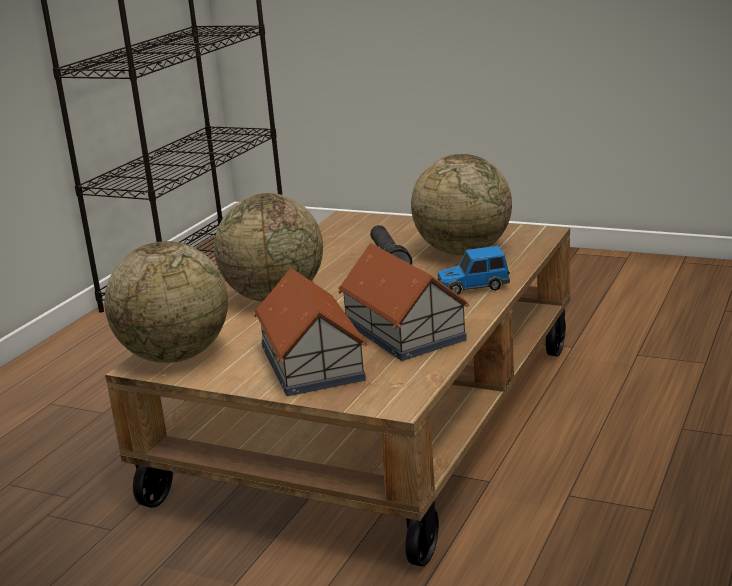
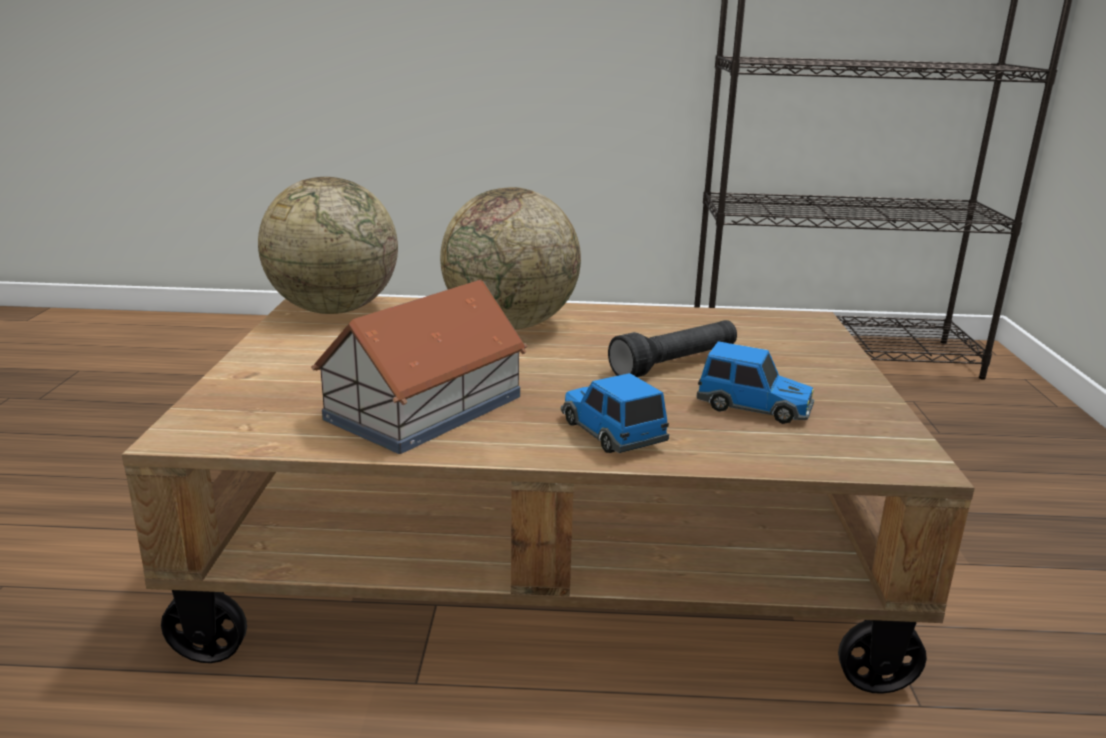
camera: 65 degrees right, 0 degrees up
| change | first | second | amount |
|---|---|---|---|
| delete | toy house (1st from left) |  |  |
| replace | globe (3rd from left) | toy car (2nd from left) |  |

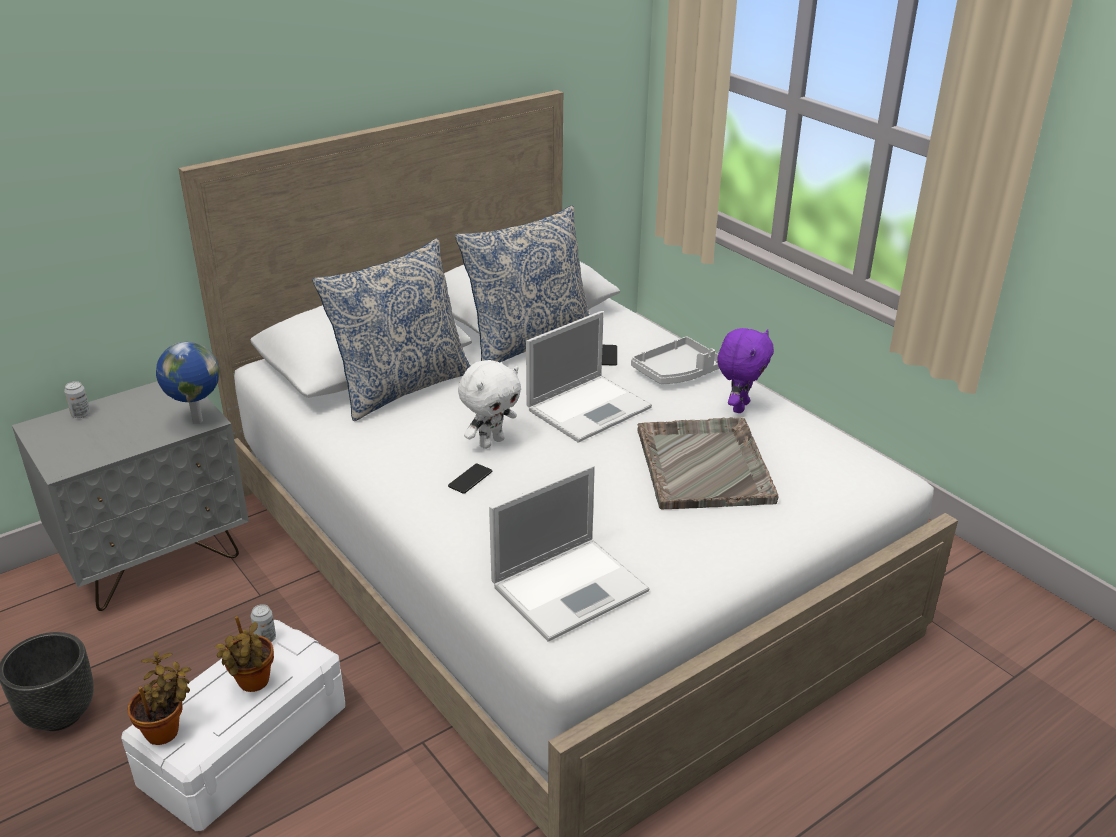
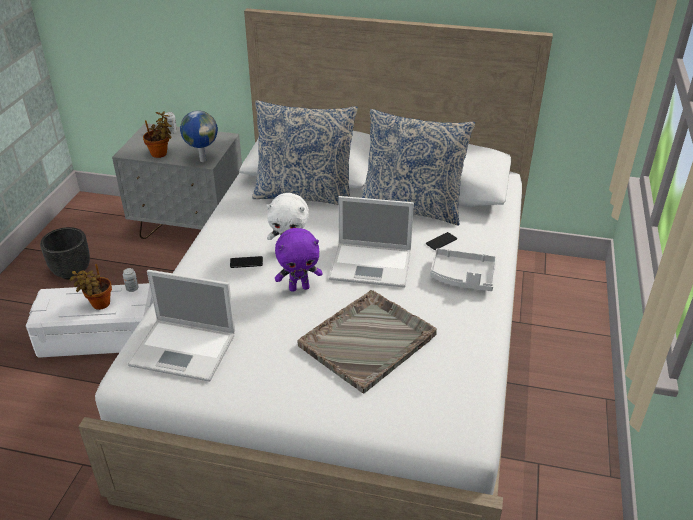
camera: 50 degrees right, 5 degrees up
| change | first | second | amount |
|---|---|---|---|
| move | potted plant (1st from left in the first image) | potted plant (2nd from left) |  |
| move | purple plush toy |  |  |

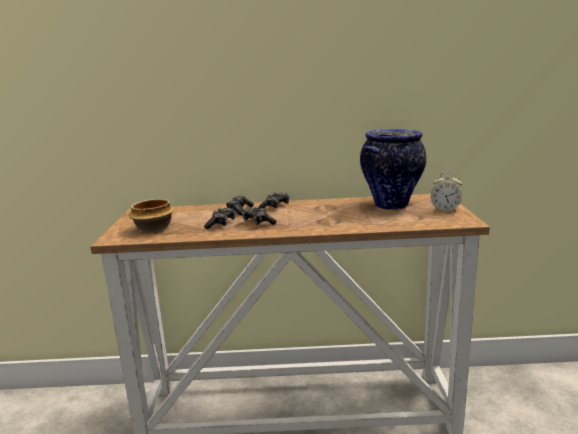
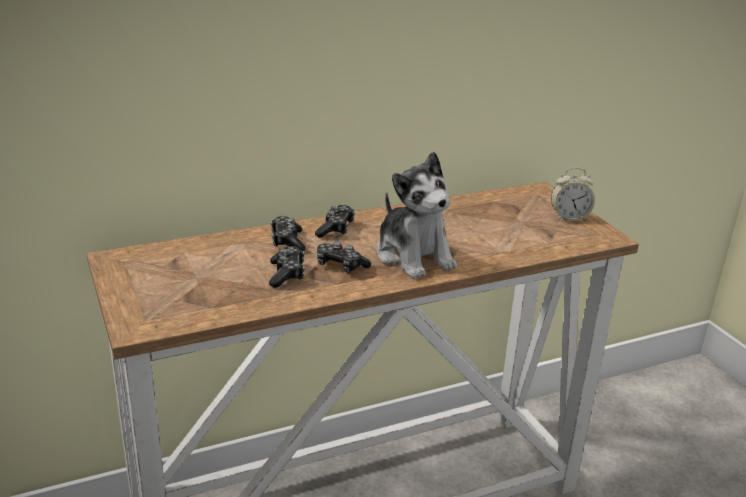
camera: 25 degrees left, 10 degrees up
| change | first | second | amount |
|---|---|---|---|
| delete | bowl |  |  |
| delete | vase |  |  |
| insert |  | plush toy |  |

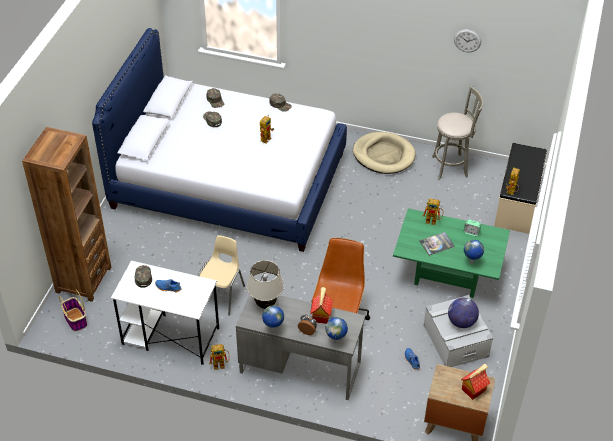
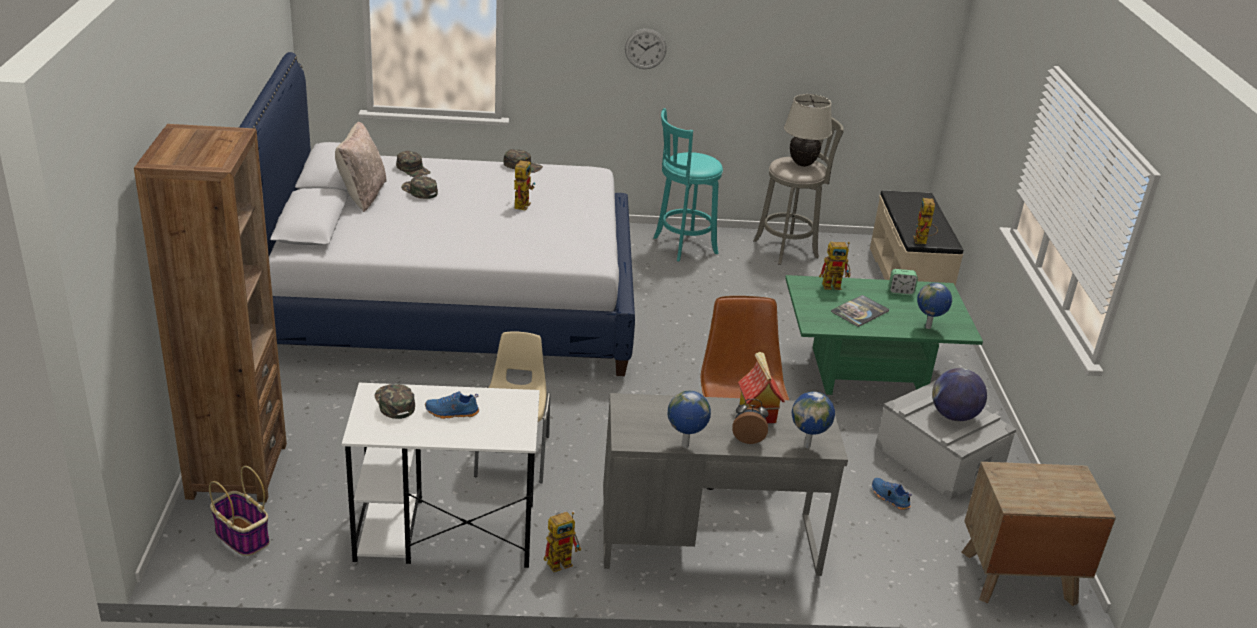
camera: 20 degrees left, 15 degrees down
| change | first | second | amount |
|---|---|---|---|
| delete | toy house (2nd from left) |  |  |
| insert |  | beige pillow |  |
| move | beige table lamp |  |  |
| move | wall clock |  |  |
| replace | beige dog bed | turquoise stool |  |

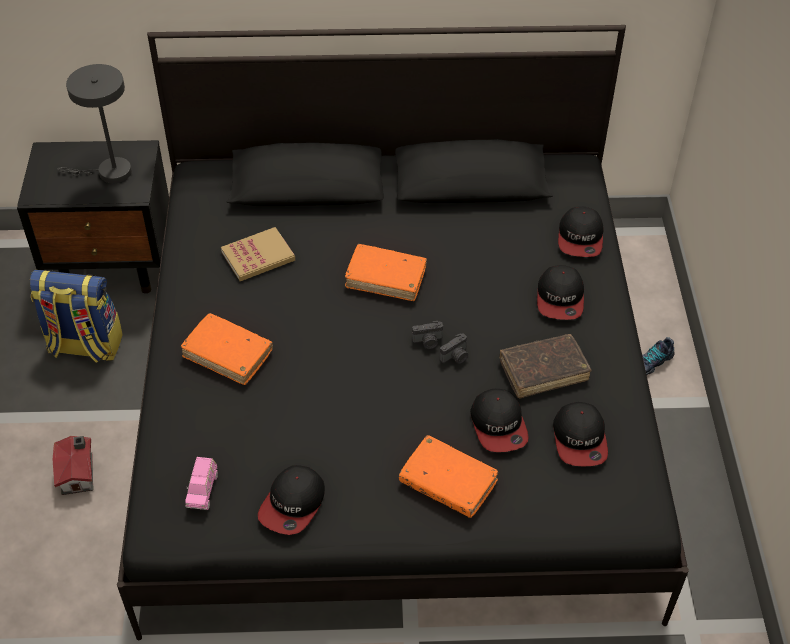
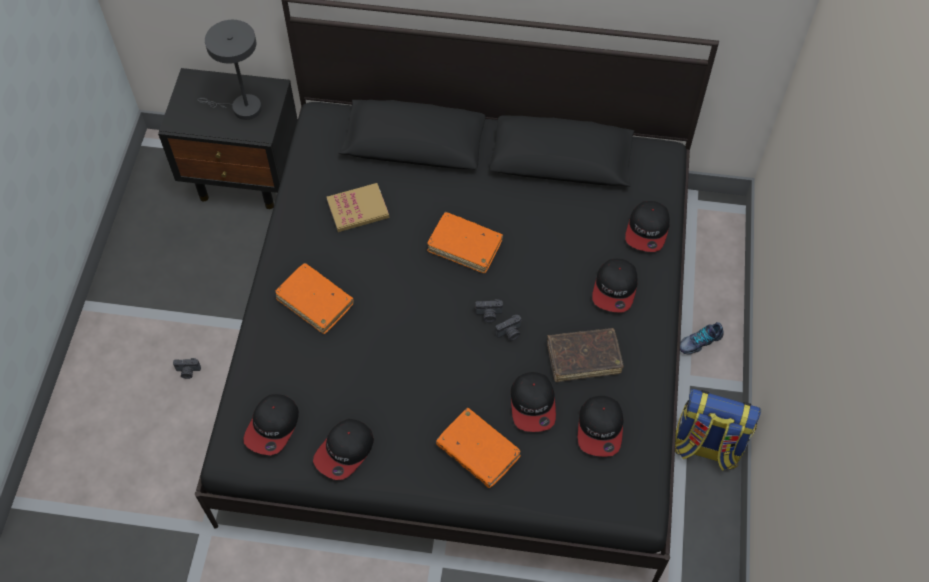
camera: 10 degrees right, 10 degrees up
| change | first | second | amount |
|---|---|---|---|
| move | backpack |  |  |
| replace | toy house | photo camera (1st from left) |  |
| replace | pink toy car | cap (1st from left) |  |

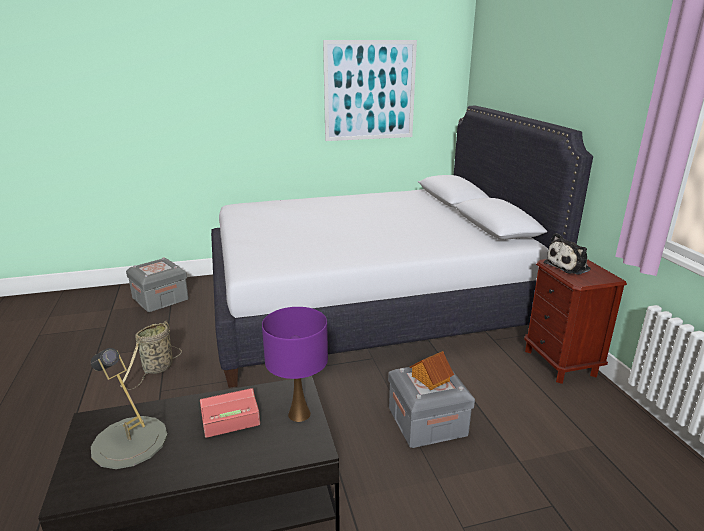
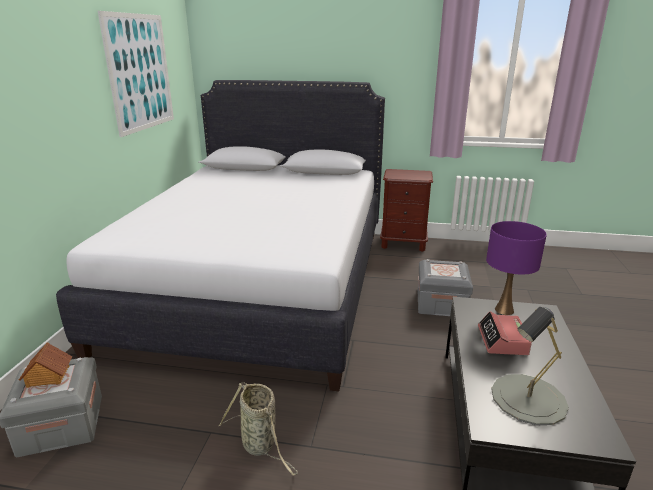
camera: 65 degrees left, 0 degrees up
| change | first | second | amount |
|---|---|---|---|
| delete | plush toy |  |  |
| move | toy house |  |  |

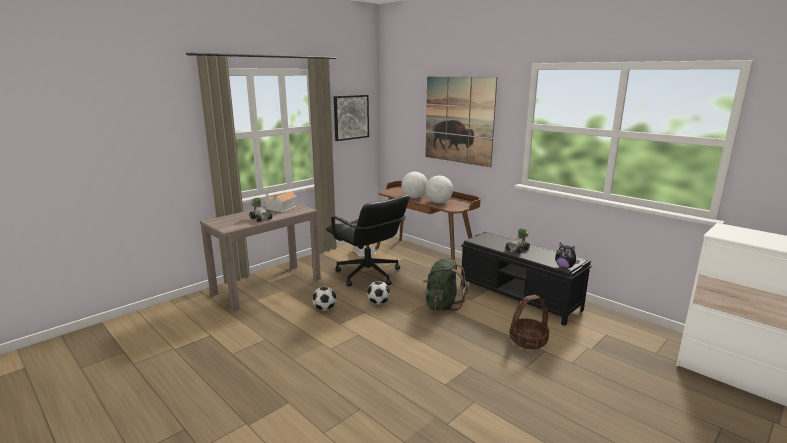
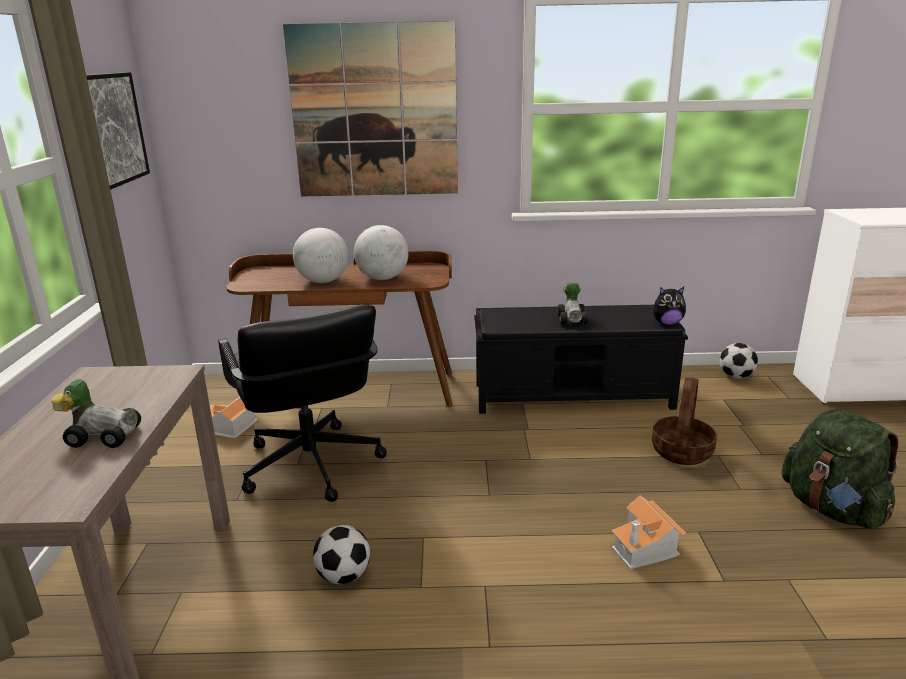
camera: 45 degrees left, 5 degrees up
| change | first | second | amount |
|---|---|---|---|
| move | toy house (1st from left in the first image) | toy house (2nd from left) |  |
| move | football (2nd from left) |  |  |
| move | green backpack |  |  |
| rotate | black office chair |  | 60 degrees clockwise |

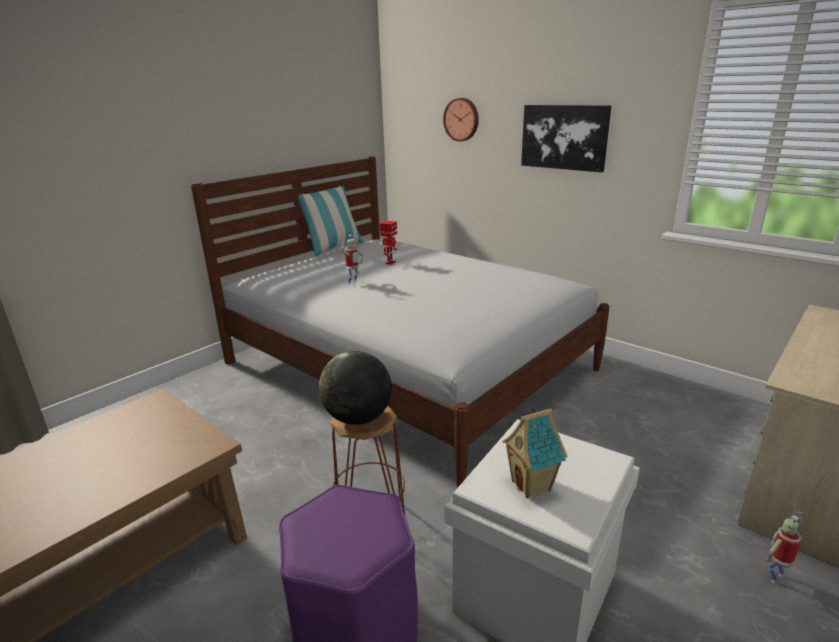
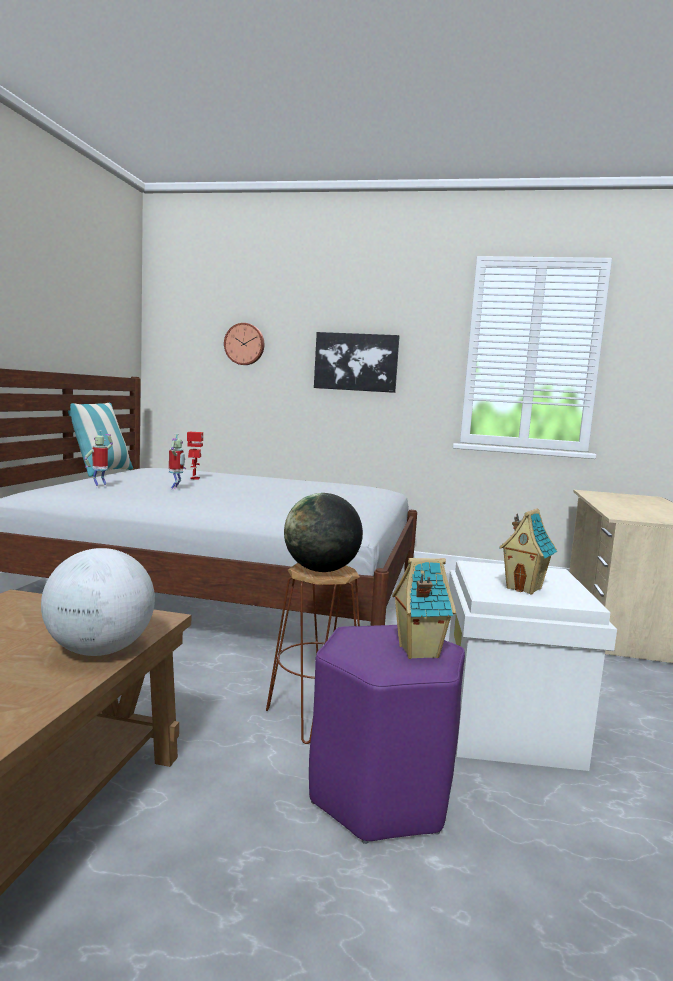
camera: 30 degrees left, 15 degrees down
| change | first | second | amount |
|---|---|---|---|
| insert |  | globe (1st from left) |  |
| insert |  | toy house (1st from left) |  |
| move | toy robot (3rd from left in the first image) | toy robot (1st from left) |  |

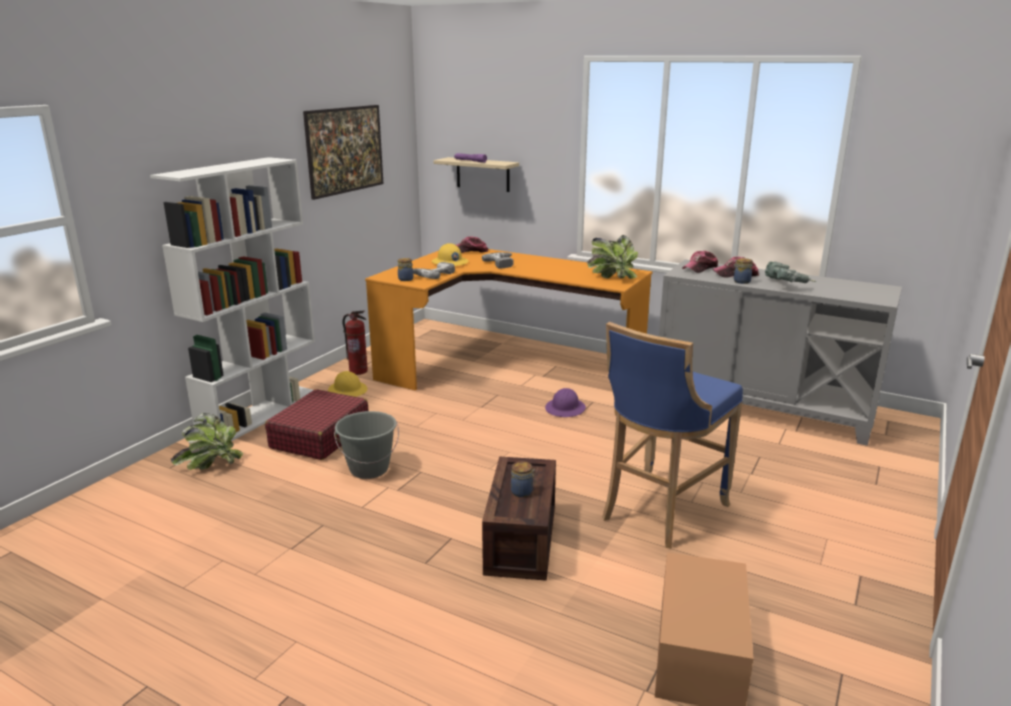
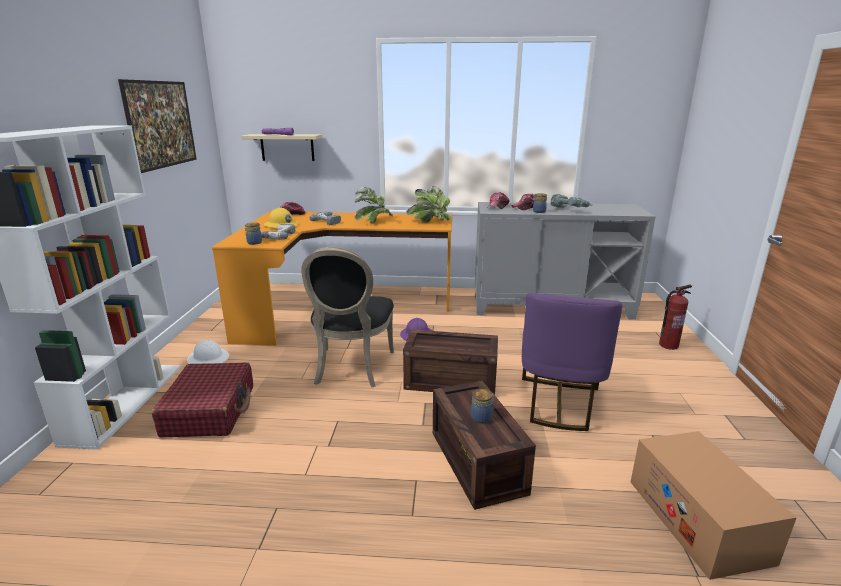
camera: 25 degrees left, 0 degrees up
| change | first | second | amount |
|---|---|---|---|
| delete | grey bucket |  |  |
| insert |  | black chair |  |
| insert |  | crate (1st from left) |  |
| move | potted plant (1st from left) |  |  |
| move | fire extinguisher |  |  |
| replace | blue stool | purple chair |  |
| recolor | yellow hard hat (1st from left) | white hard hat |  |

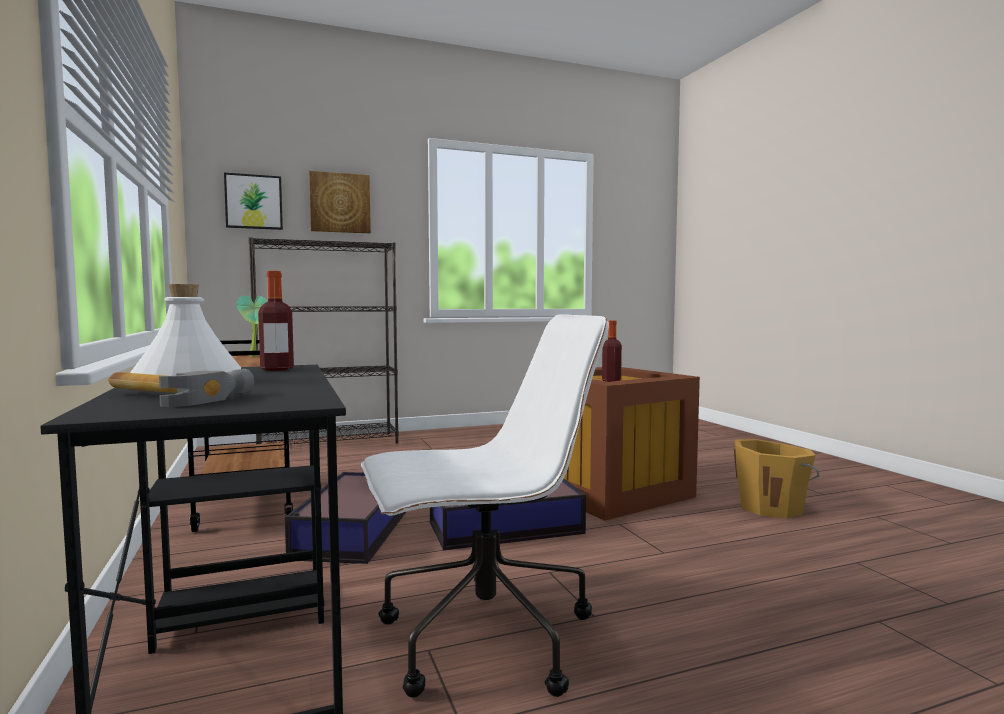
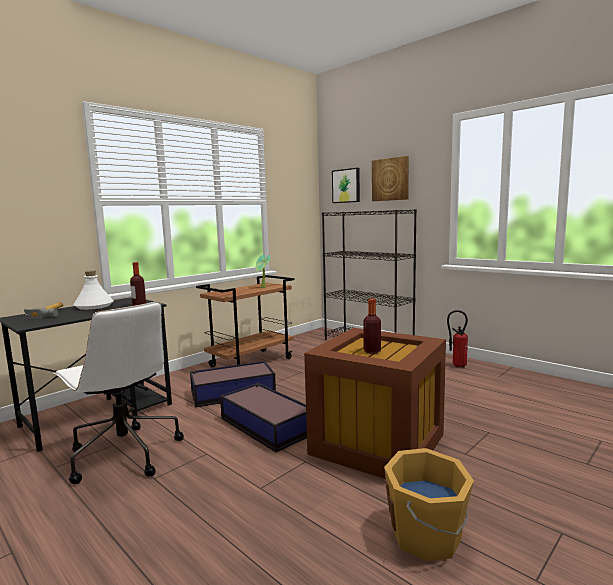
camera: 65 degrees right, 5 degrees up
| change | first | second | amount |
|---|---|---|---|
| insert |  | fire extinguisher |  |

